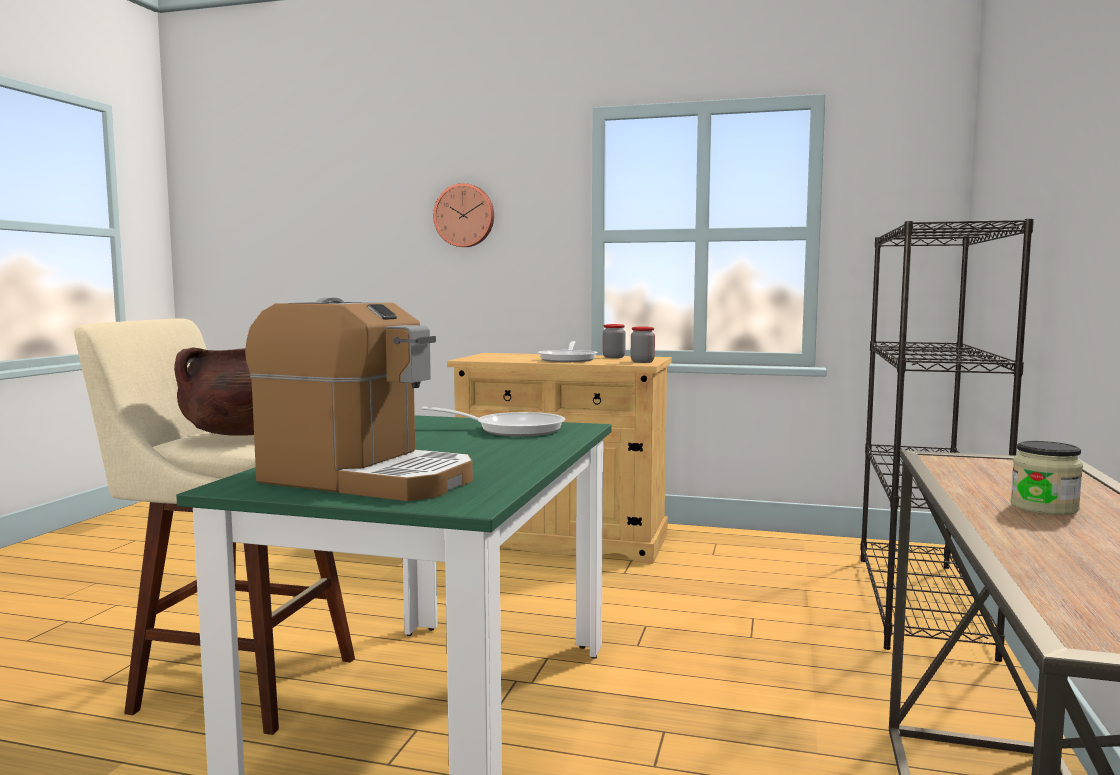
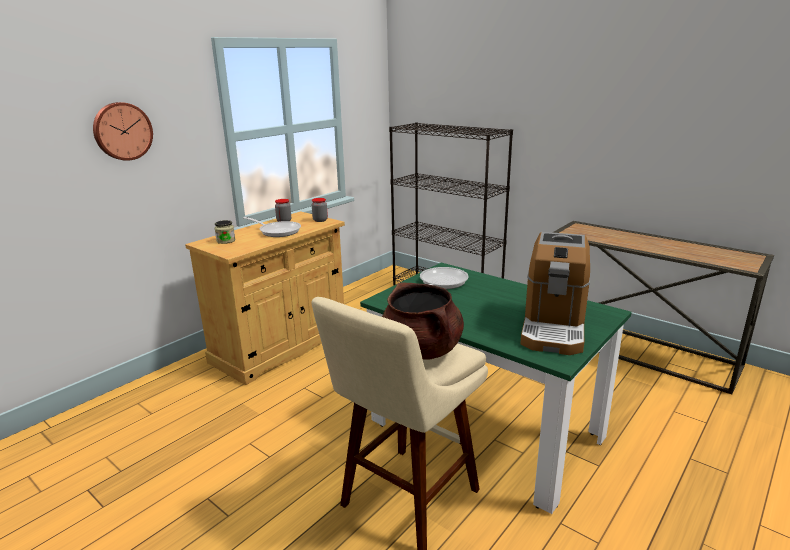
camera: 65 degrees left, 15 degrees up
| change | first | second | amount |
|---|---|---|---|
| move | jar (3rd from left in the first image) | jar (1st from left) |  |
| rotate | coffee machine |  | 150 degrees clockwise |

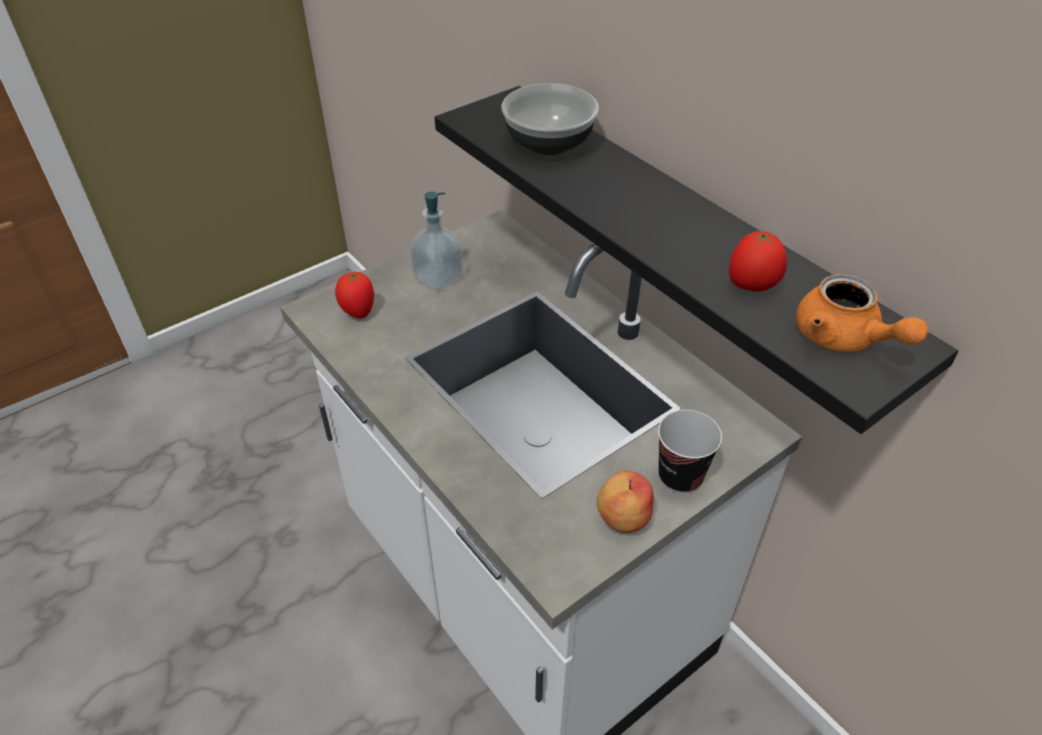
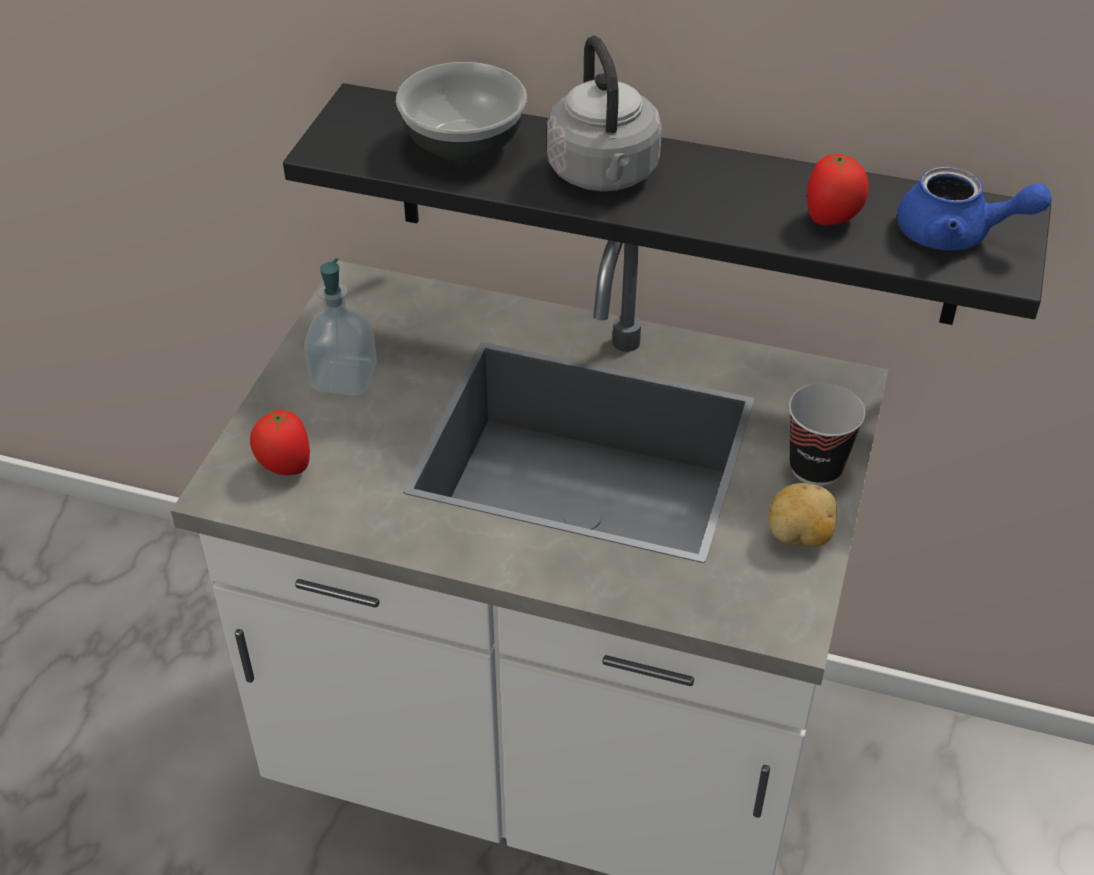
camera: 35 degrees left, 0 degrees up
| change | first | second | amount |
|---|---|---|---|
| insert |  | grey kettle |  |
| replace | apple | potato |  |
| recolor | orange teapot | blue teapot |  |

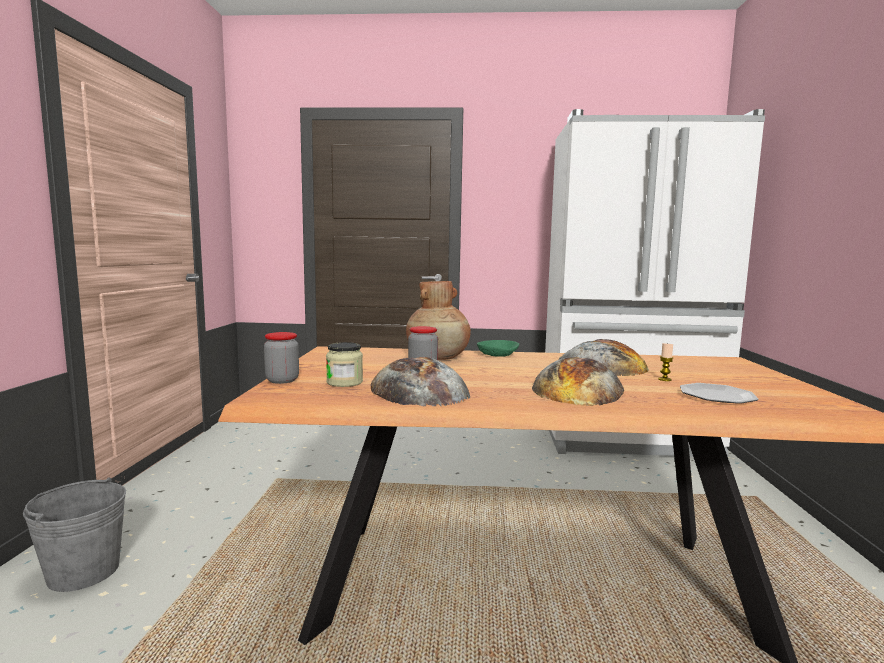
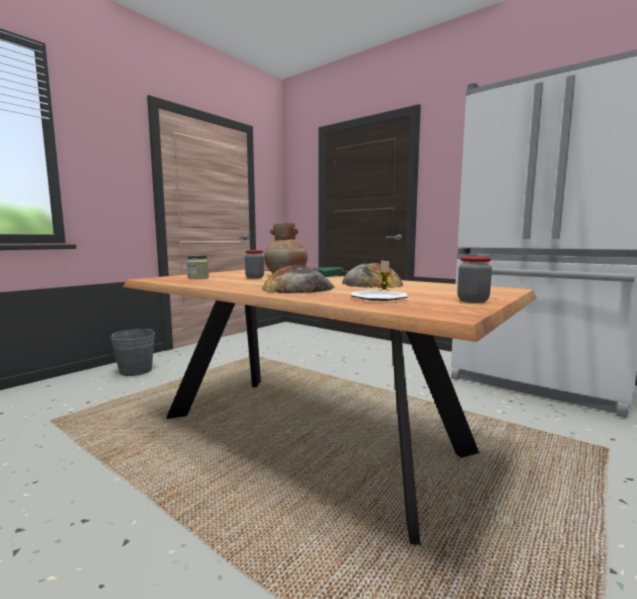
camera: 35 degrees right, 0 degrees up
| change | first | second | amount |
|---|---|---|---|
| delete | bread (1st from left) |  |  |
| move | jar (1st from left in the first image) | jar (3rd from left) |  |

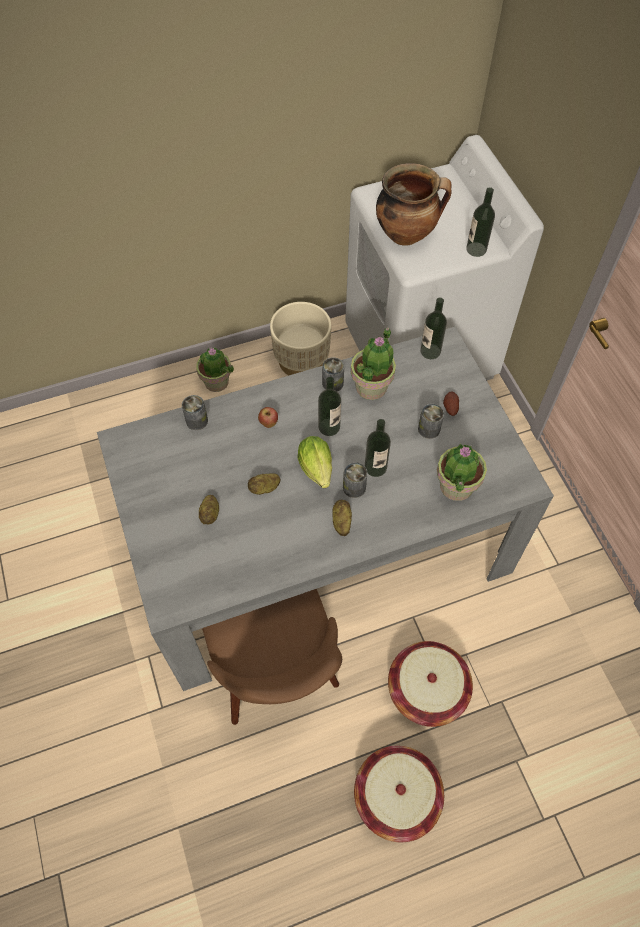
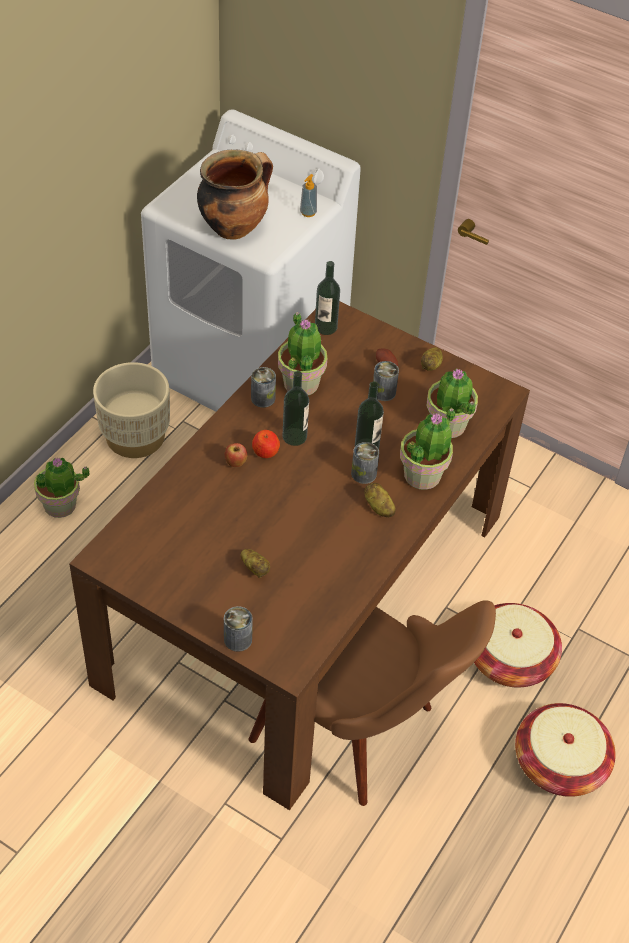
camera: 40 degrees left, 10 degrees down
| change | first | second | amount |
|---|---|---|---|
| delete | lettuce |  |  |
| insert |  | apple (2nd from left) |  |
| insert |  | potted plant (3rd from left) |  |
| move | can (1st from left) |  |  |
| move | potato (2nd from left in the first image) | potato (4th from left) |  |
| replace | bottle (4th from left) | soap dispenser |  |
| recolor | grey dining table | brown dining table |  |

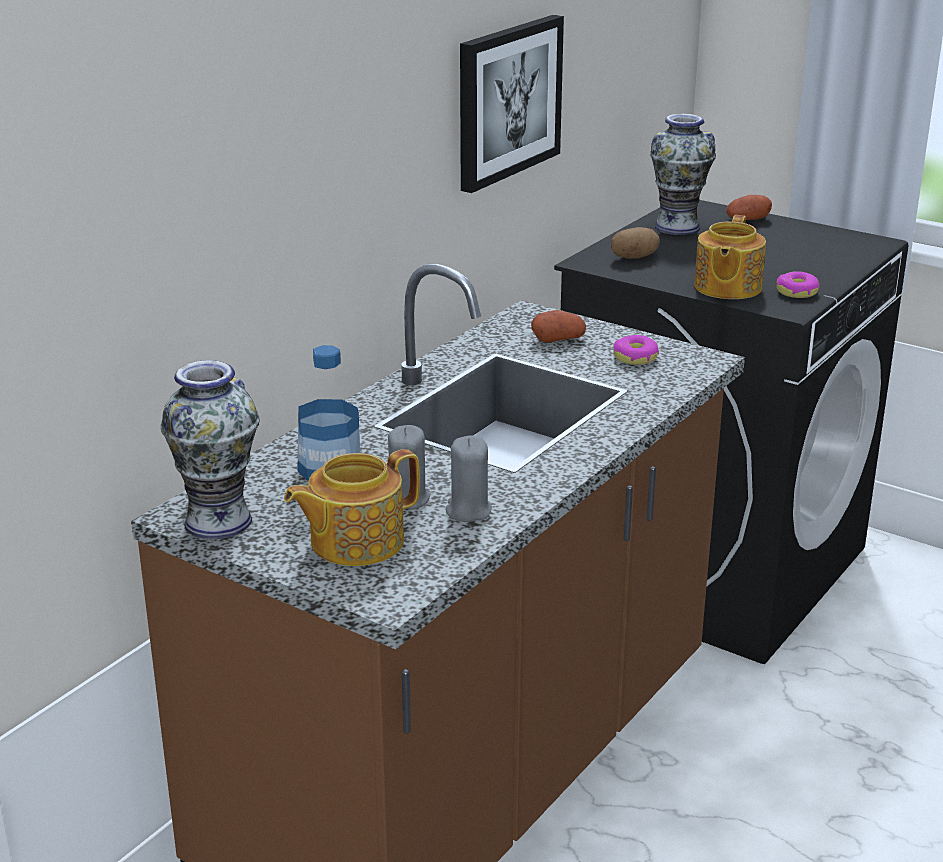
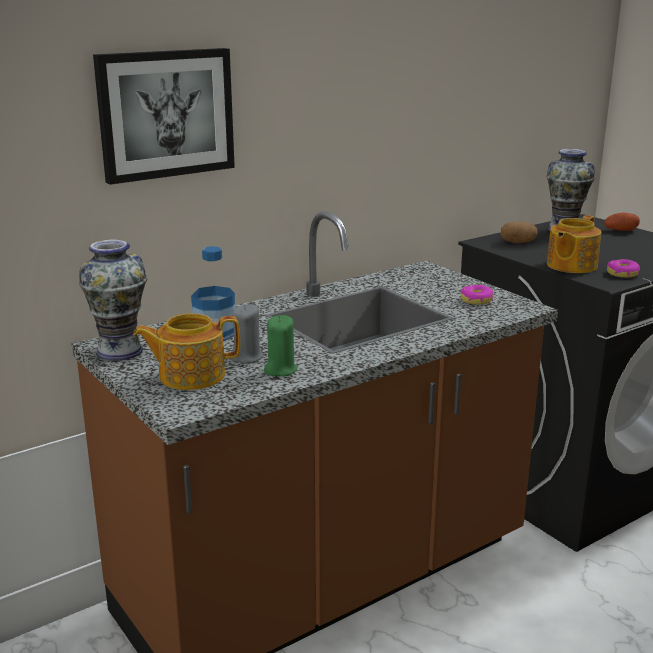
camera: 20 degrees right, 5 degrees down
| change | first | second | amount |
|---|---|---|---|
| delete | potato (1st from left) |  |  |
| move | picture |  |  |
| recolor | grey candle (2nd from left) | green candle |  |

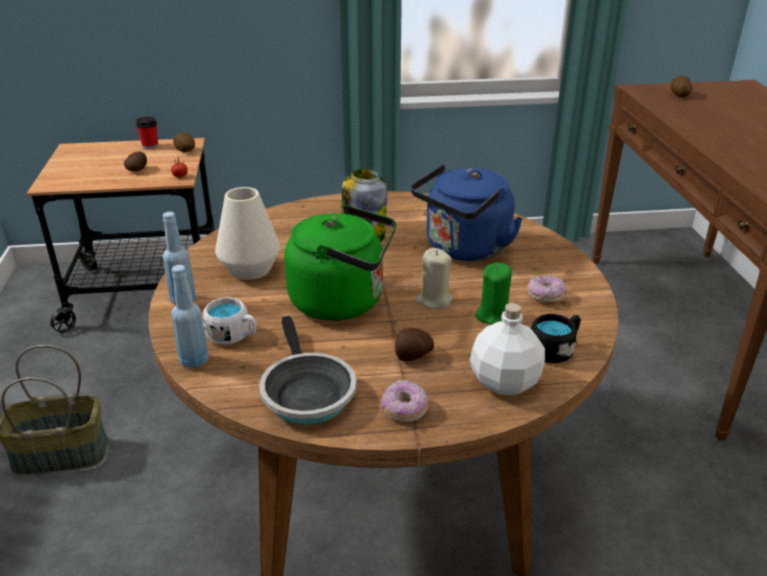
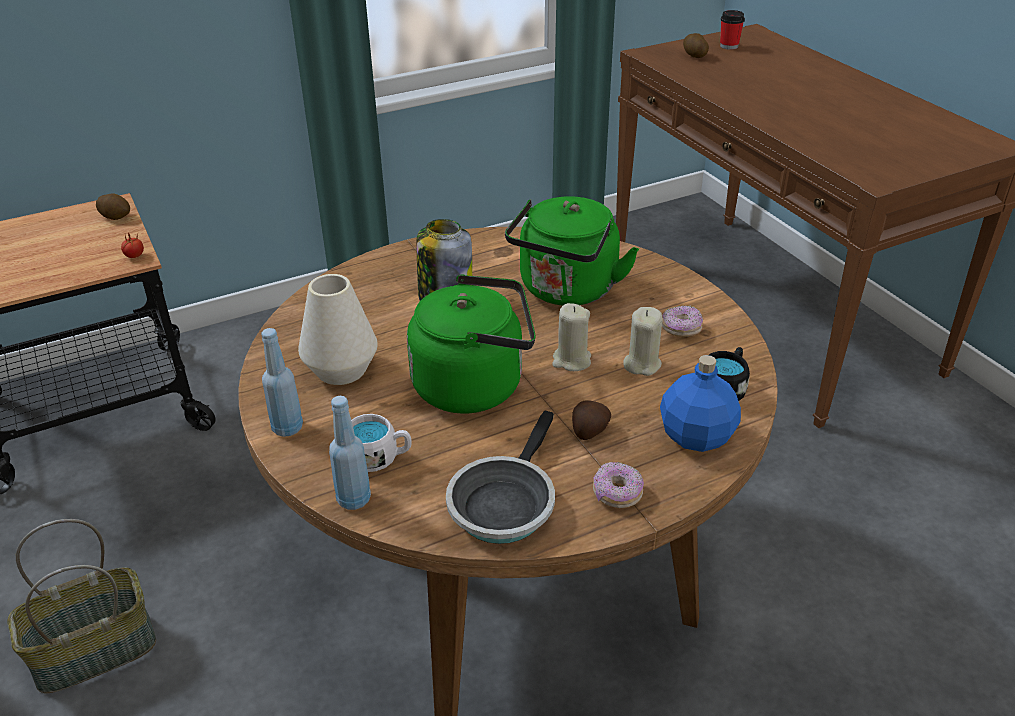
camera: 20 degrees left, 5 degrees up
| change | first | second | amount |
|---|---|---|---|
| delete | potato (1st from left) |  |  |
| move | cup |  |  |
| recolor | blue kettle | green kettle (2nd from left) |  |
| recolor | white bottle | blue bottle (3rd from left) |  |
| recolor | green candle | beige candle (2nd from left) |  |
| rotate | frying pan |  | 60 degrees clockwise |

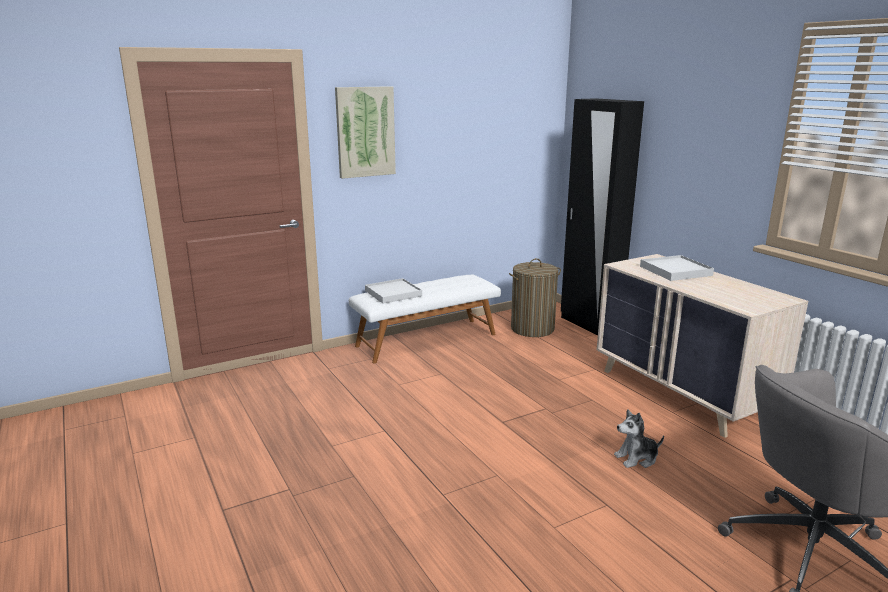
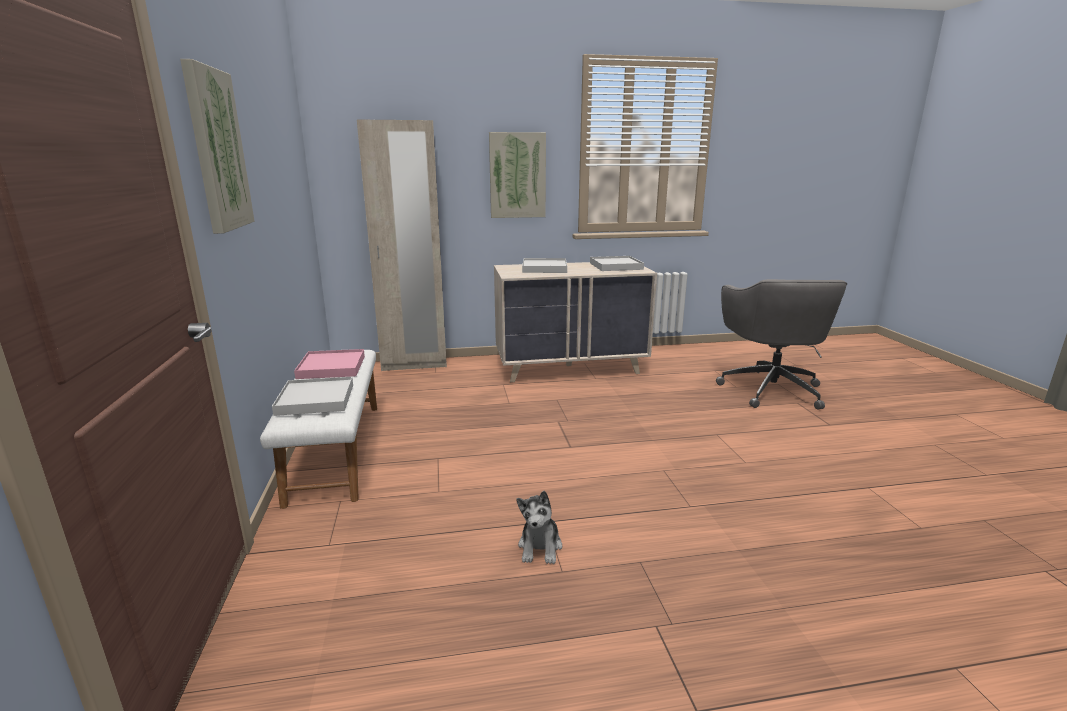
camera: 70 degrees left, 0 degrees up
| change | first | second | amount |
|---|---|---|---|
| delete | laundry basket |  |  |
| insert |  | pink tray |  |
| insert |  | picture (2nd from left) |  |
| insert |  | white tray (3rd from left) |  |
| move | plush toy |  |  |
| recolor | black wardrobe | beige wardrobe |  |

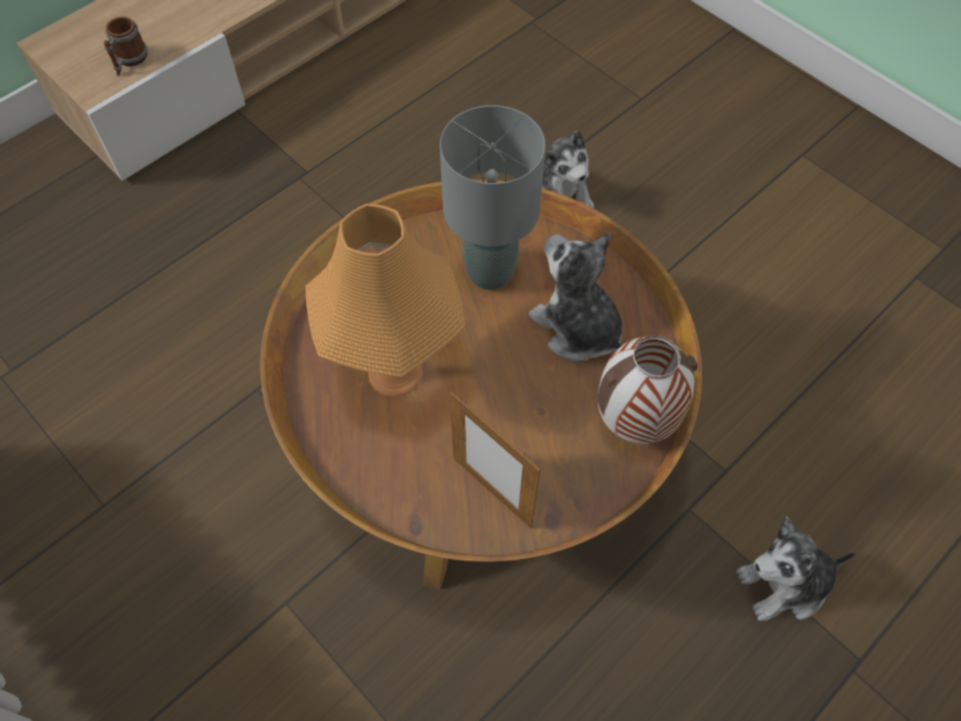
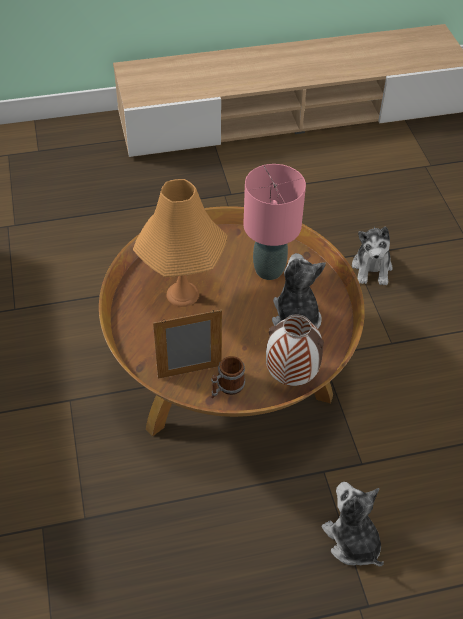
camera: 30 degrees right, 10 degrees down
| change | first | second | amount |
|---|---|---|---|
| move | mug |  |  |
| recolor | grey table lamp | pink table lamp |  |
| rotate | picture frame |  | 90 degrees clockwise |
| rotate | plush toy (3rd from left in the first image) | plush toy (2nd from left) | 45 degrees clockwise |

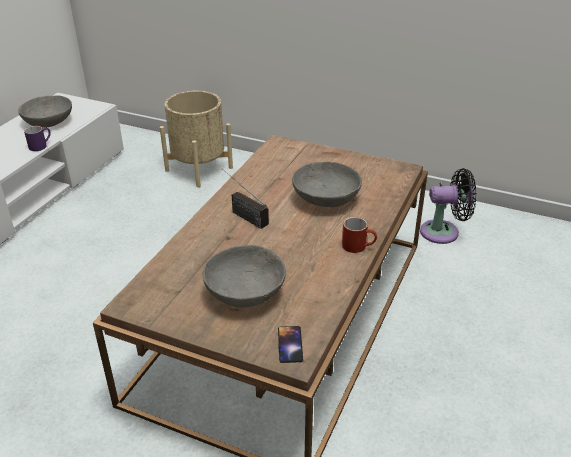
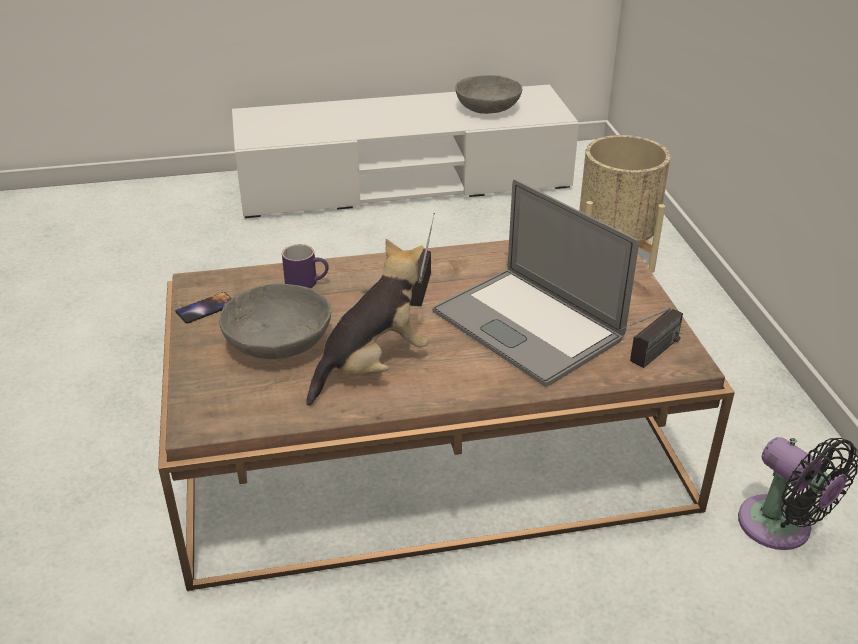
camera: 55 degrees right, 0 degrees up
| change | first | second | amount |
|---|---|---|---|
| delete | red mug |  |  |
| insert |  | plush toy |  |
| insert |  | radio (2nd from left) |  |
| move | purple mug |  |  |
| move | phone |  |  |
| replace | grey bowl (3rd from left) | laptop |  |

